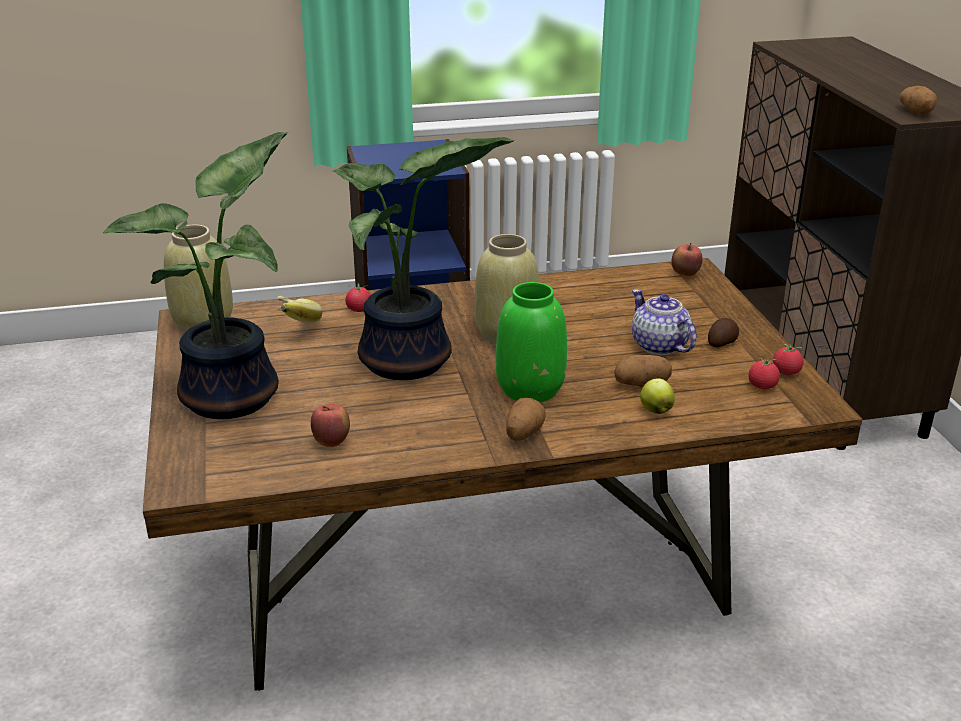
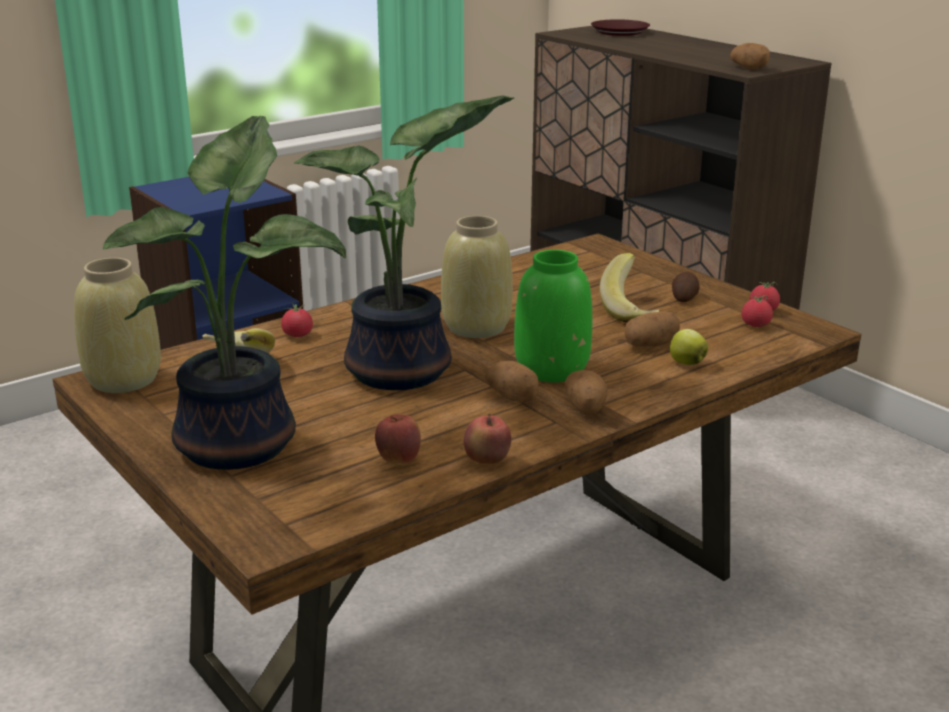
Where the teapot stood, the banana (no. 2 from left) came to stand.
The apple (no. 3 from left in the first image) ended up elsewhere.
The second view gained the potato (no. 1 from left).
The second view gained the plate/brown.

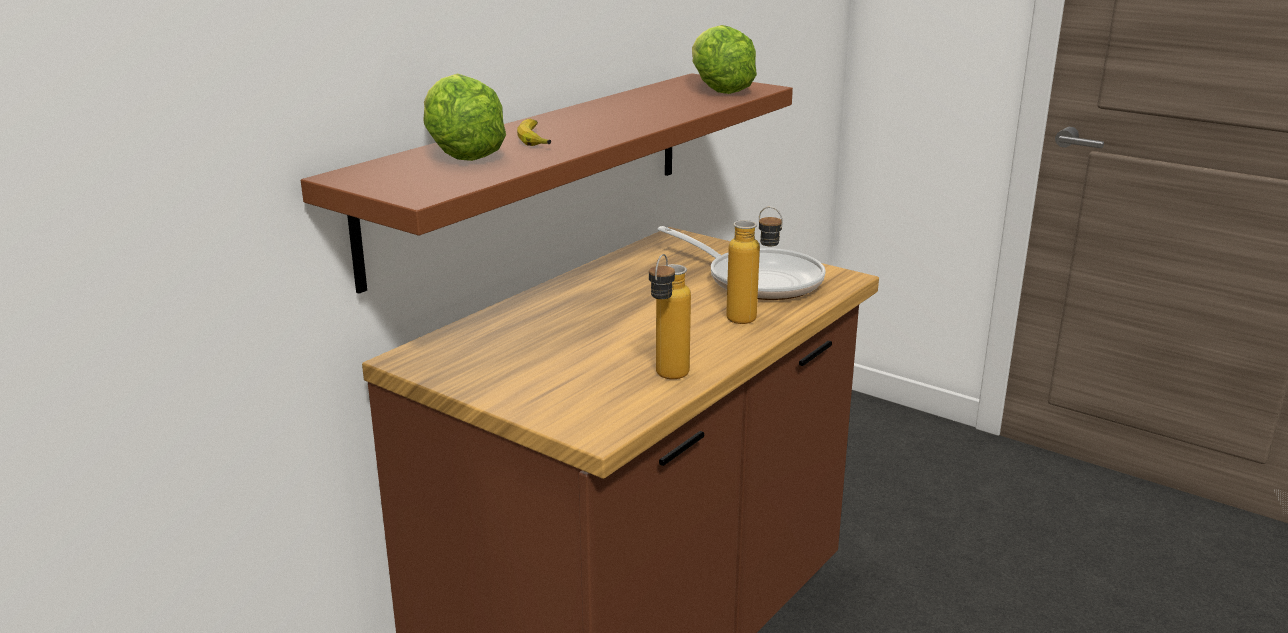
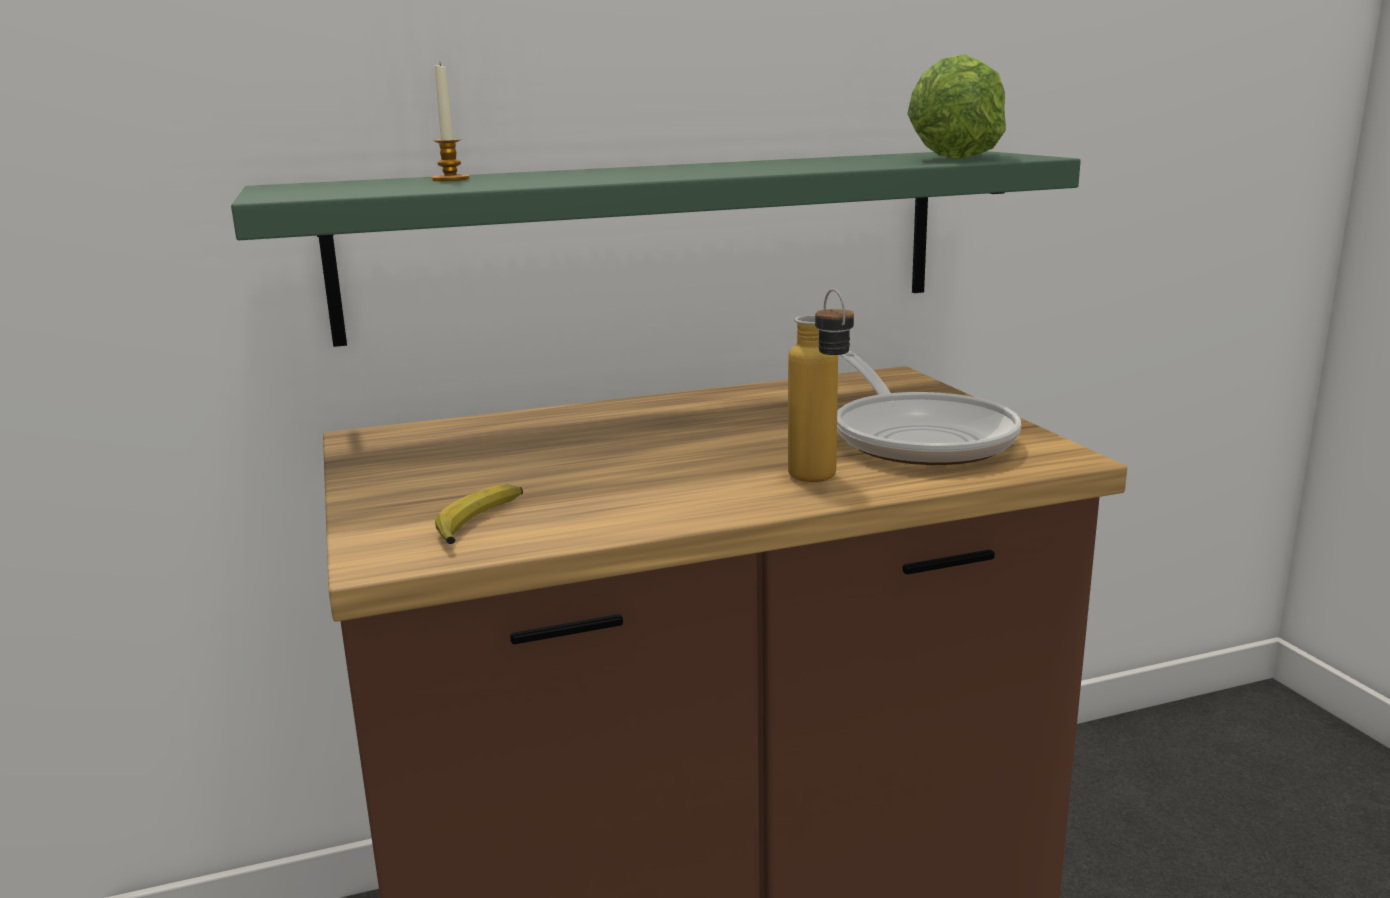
What was the shelf/brown turned into the shelf/green.
Where the lettuce (no. 1 from left) stood, the candle came to stand.
The banana ended up elsewhere.
The second view lost the bottle (no. 1 from left).

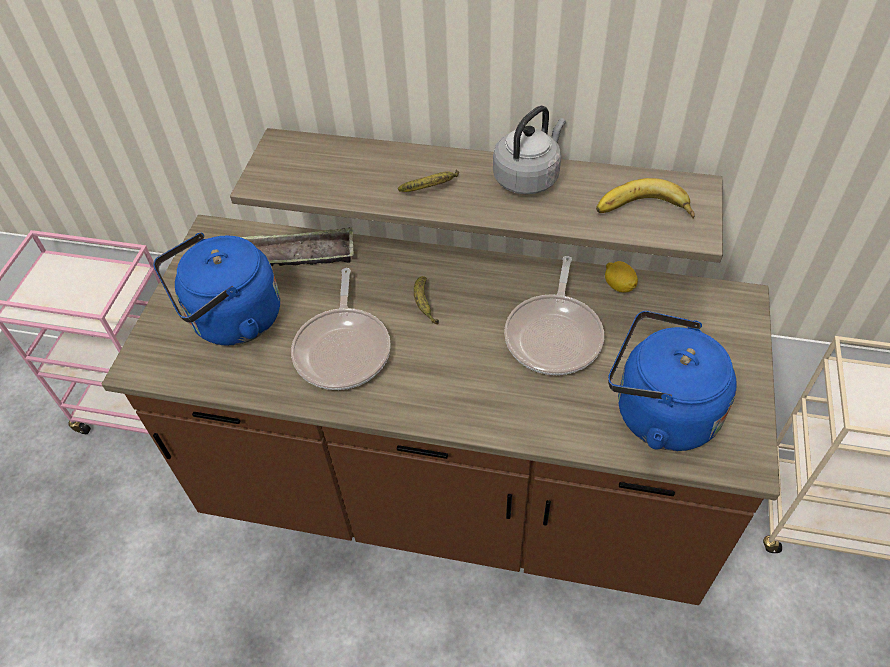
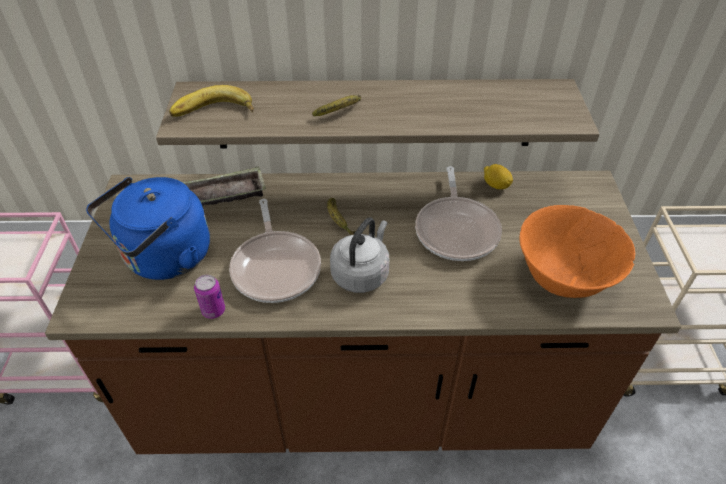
The kettle/grey ended up elsewhere.
The banana (no. 3 from left in the first image) ended up elsewhere.
Where the kettle/blue (no. 2 from left) stood, the bowl/orange came to stand.
The second view gained the can.

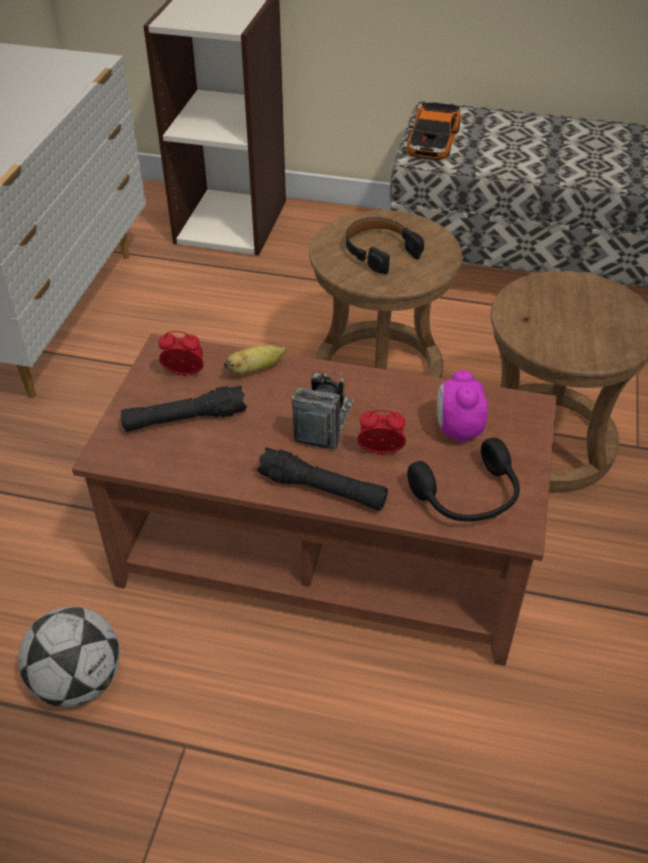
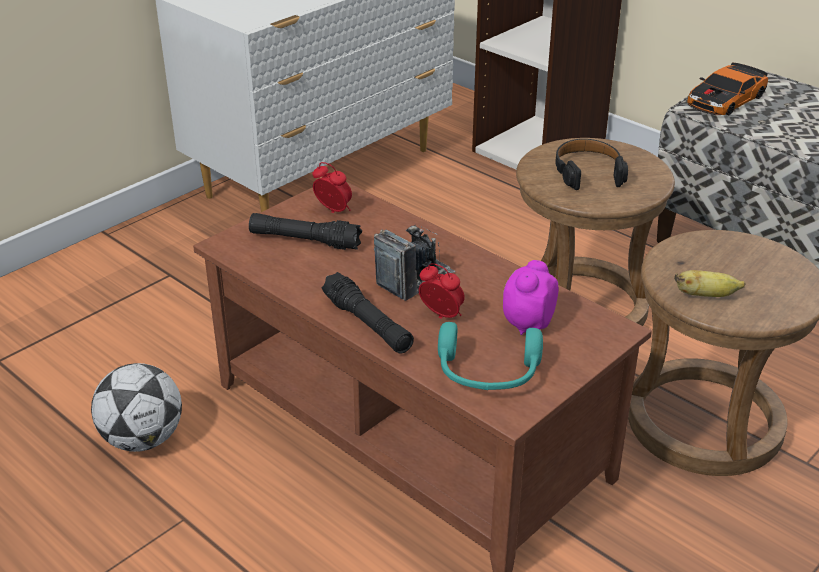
The banana ended up elsewhere.
What was the headphones/black (no. 2 from left) turned into the headphones/turquoise.

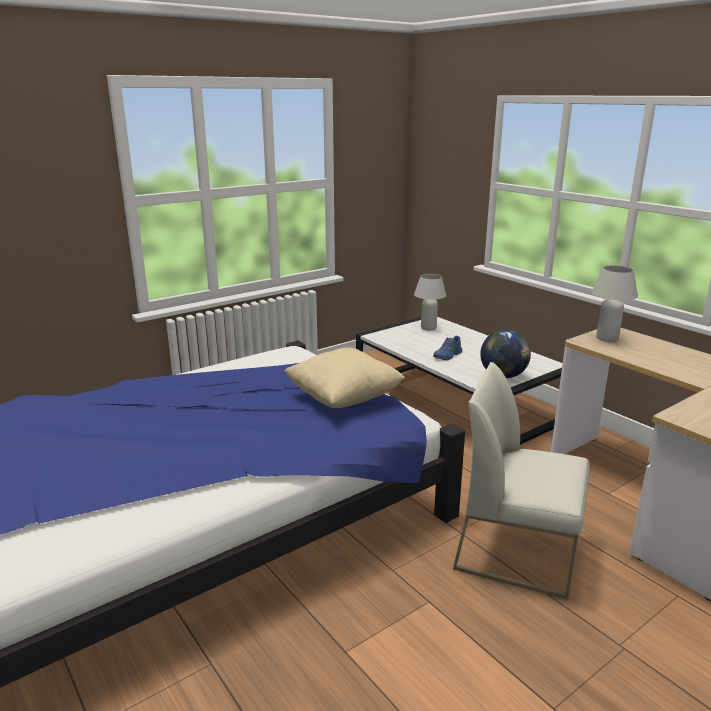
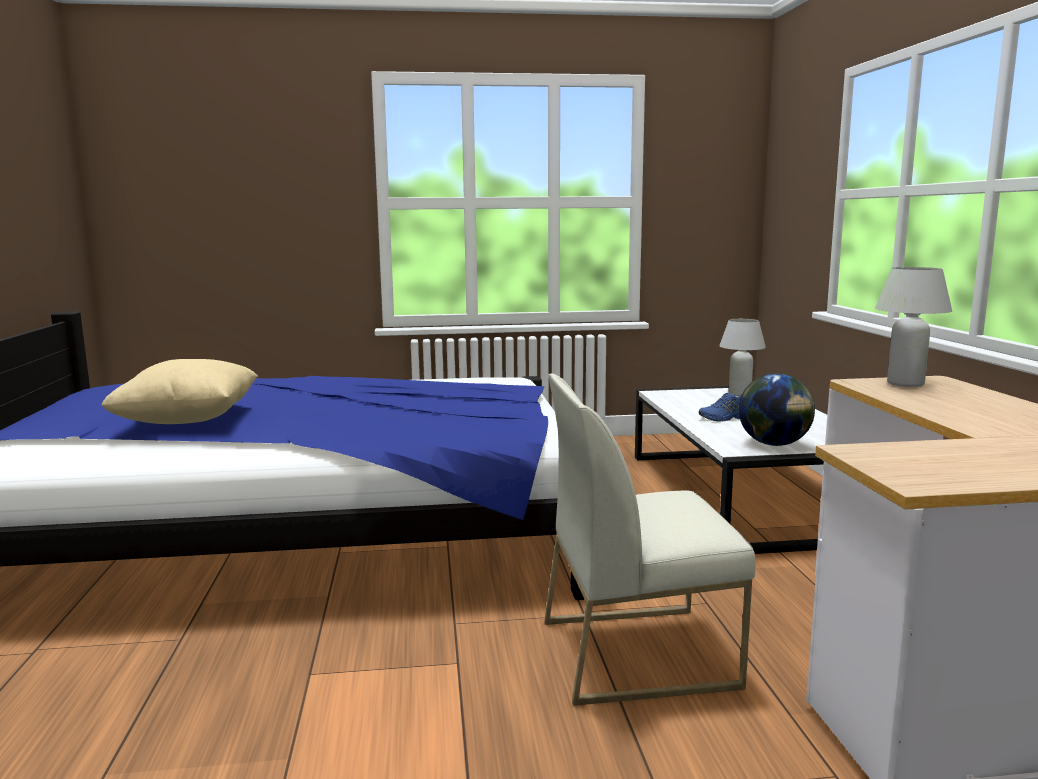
The pillow/beige ended up elsewhere.
The chair/white ended up facing another way, 60 degrees counterclockwise from before.

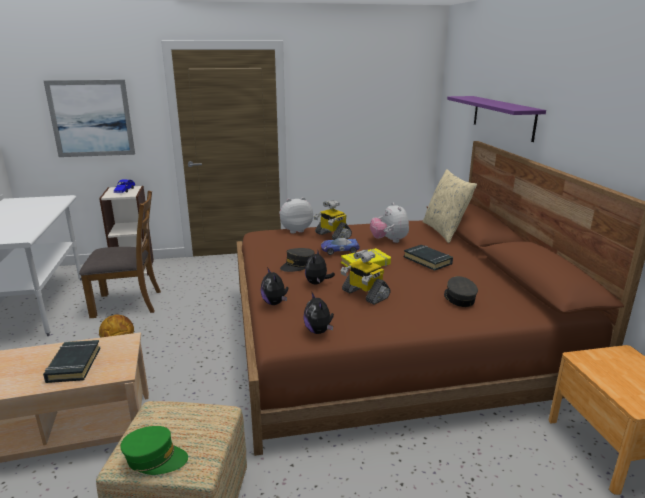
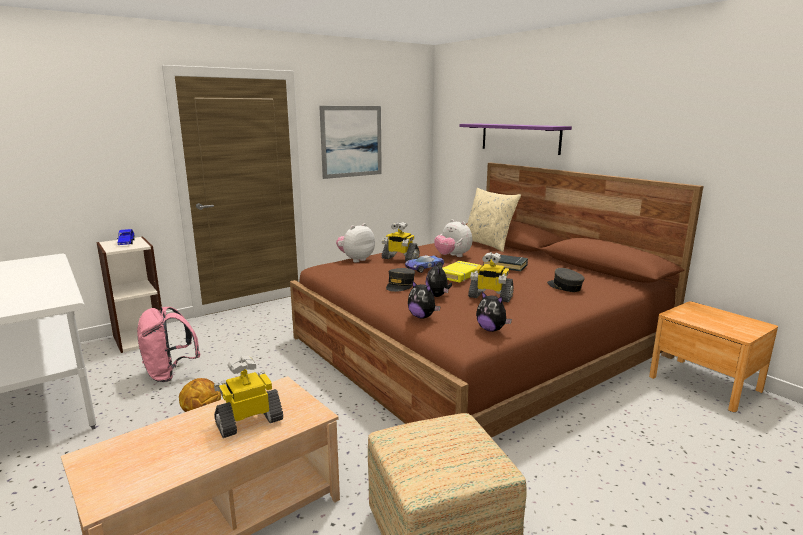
Where the book/black (no. 1 from left) stood, the toy robot (no. 1 from left) came to stand.
The picture ended up elsewhere.
Where the chair/brown stood, the backpack/pink came to stand.
The second view lost the cap/green.

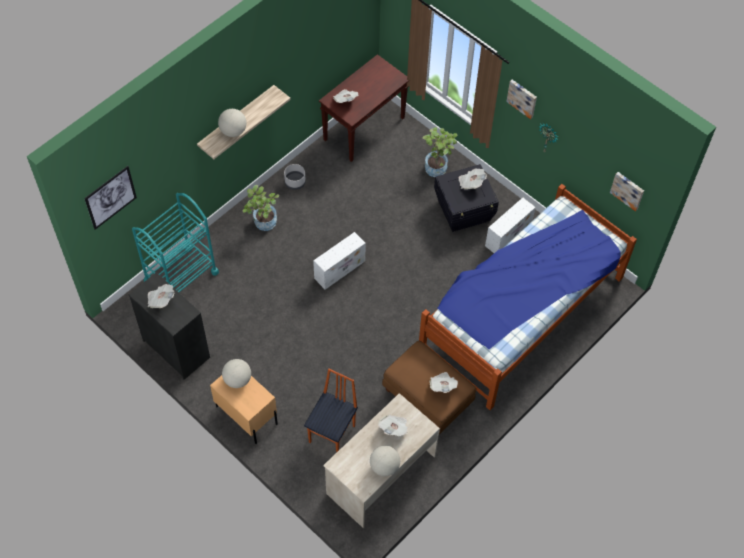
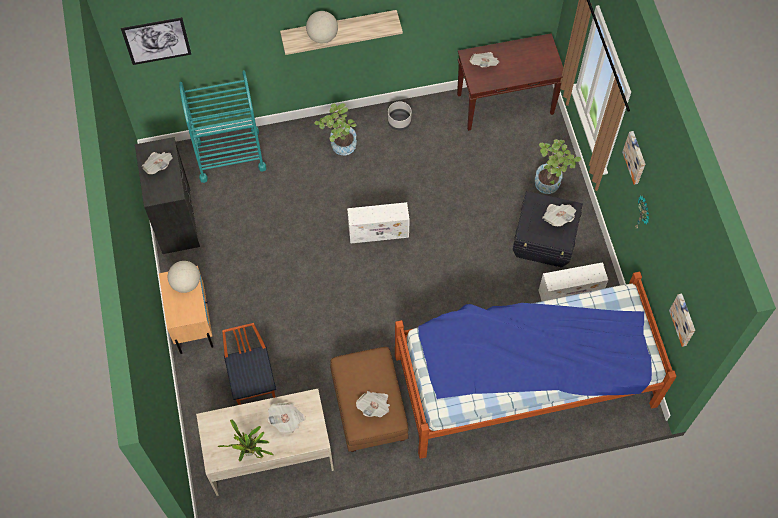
The chair ended up facing another way, 75 degrees counterclockwise from before.
Where the globe (no. 3 from left) stood, the potted plant (no. 1 from left) came to stand.

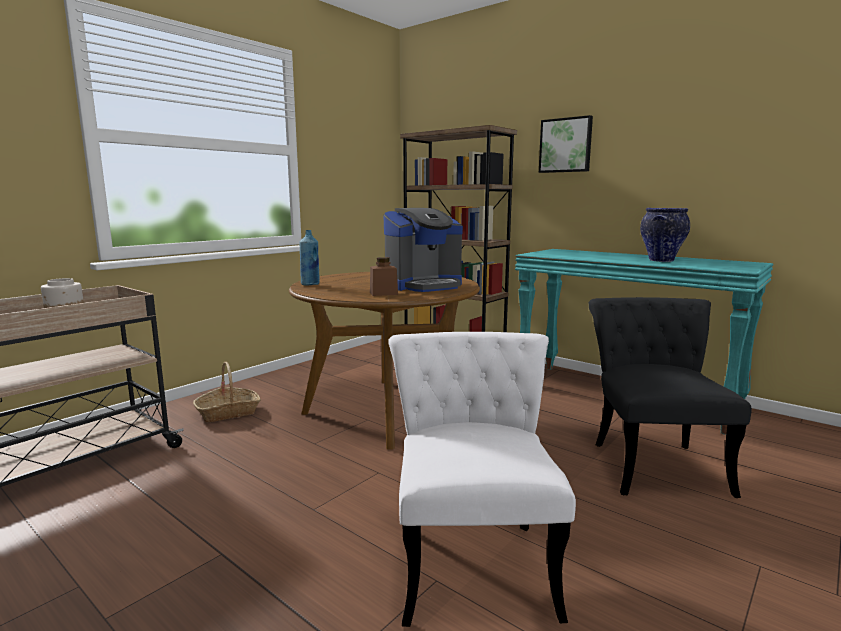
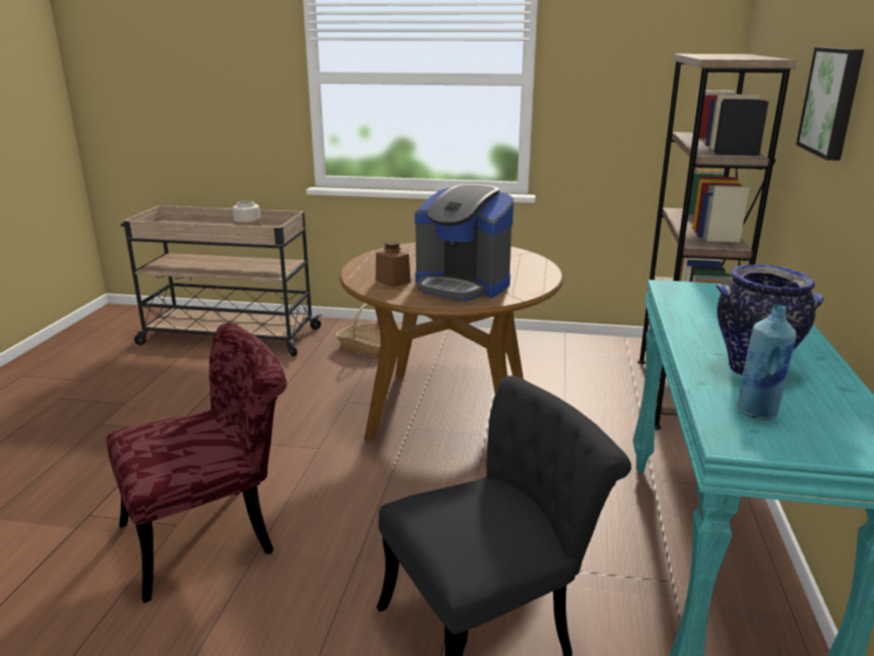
The bottle/blue ended up elsewhere.
What was the chair/white turned into the chair/red.

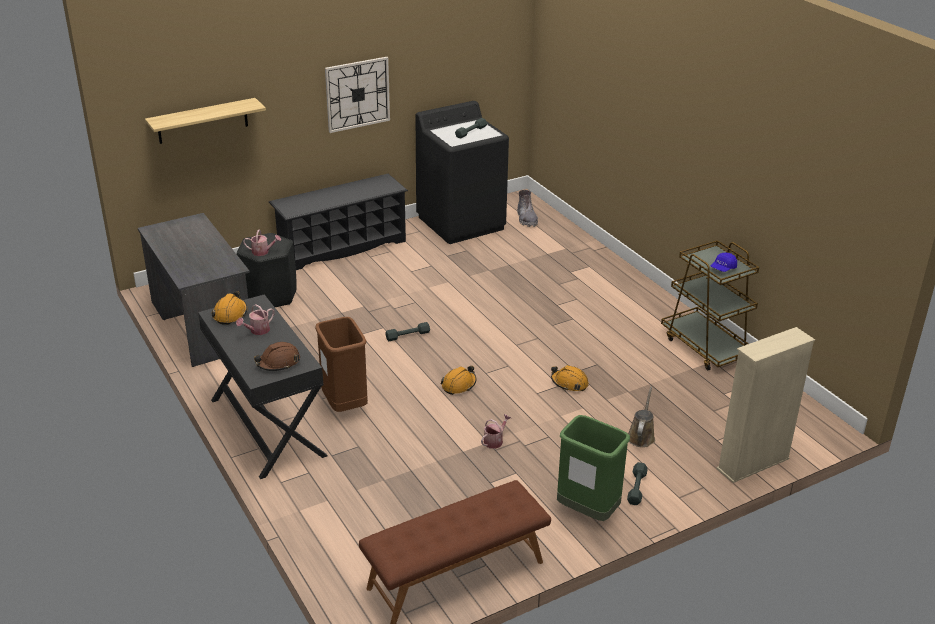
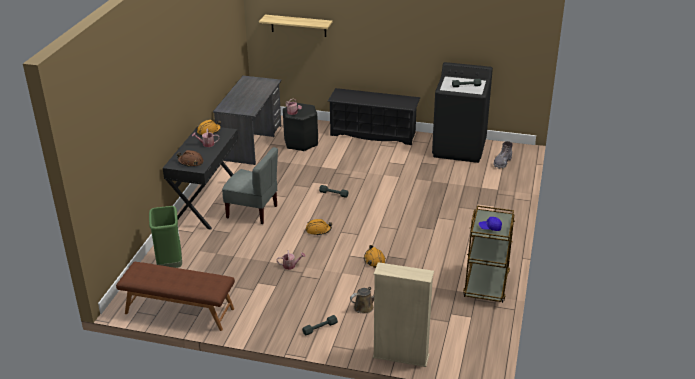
Where the trash can/brown stood, the chair/grey came to stand.
The second view lost the wall clock.
The trash can/green ended up elsewhere.

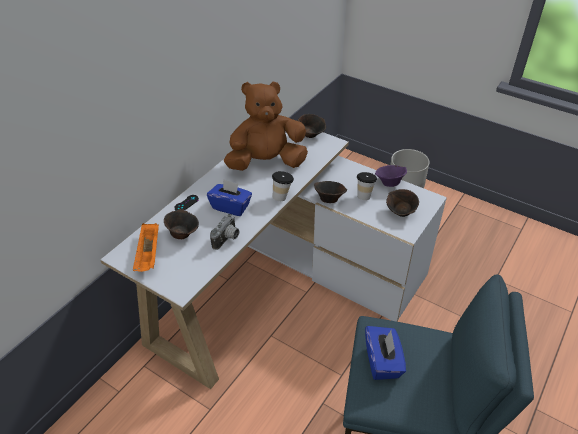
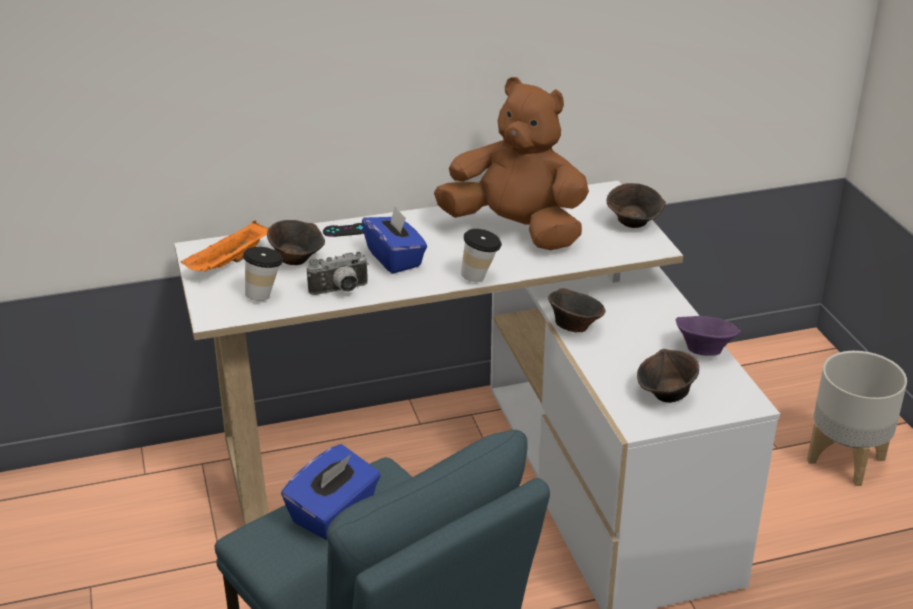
The cup (no. 2 from left in the first image) ended up elsewhere.

